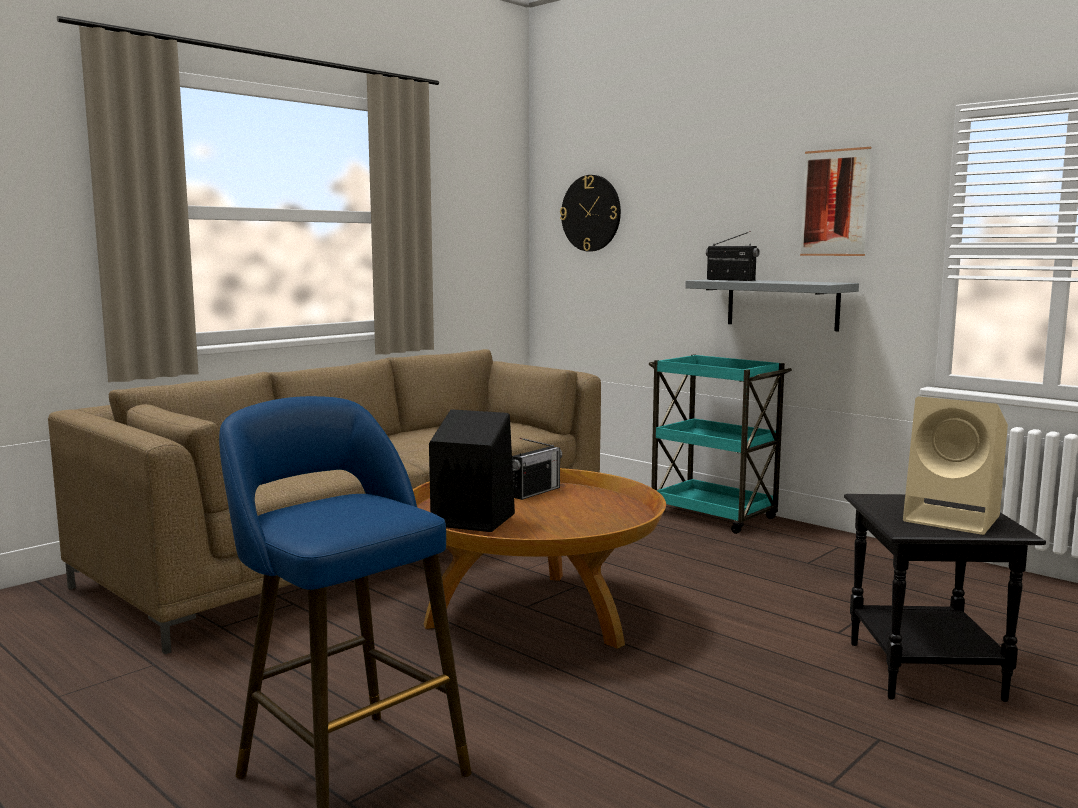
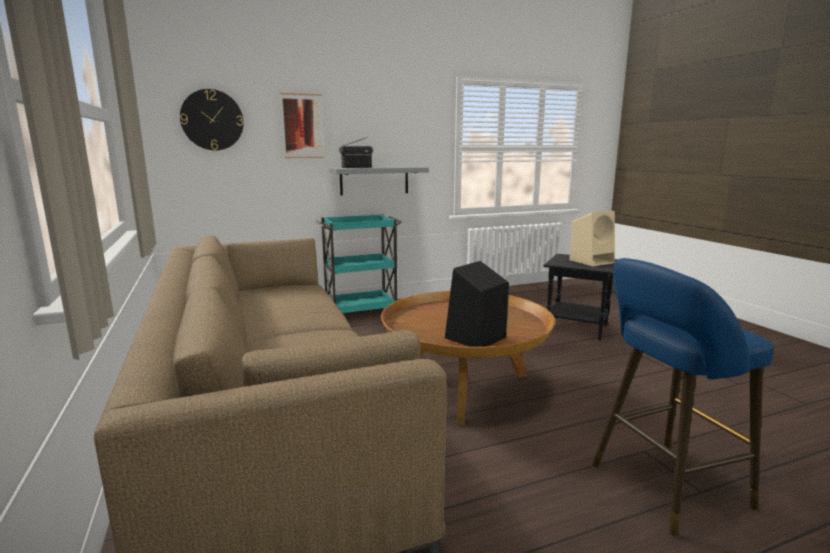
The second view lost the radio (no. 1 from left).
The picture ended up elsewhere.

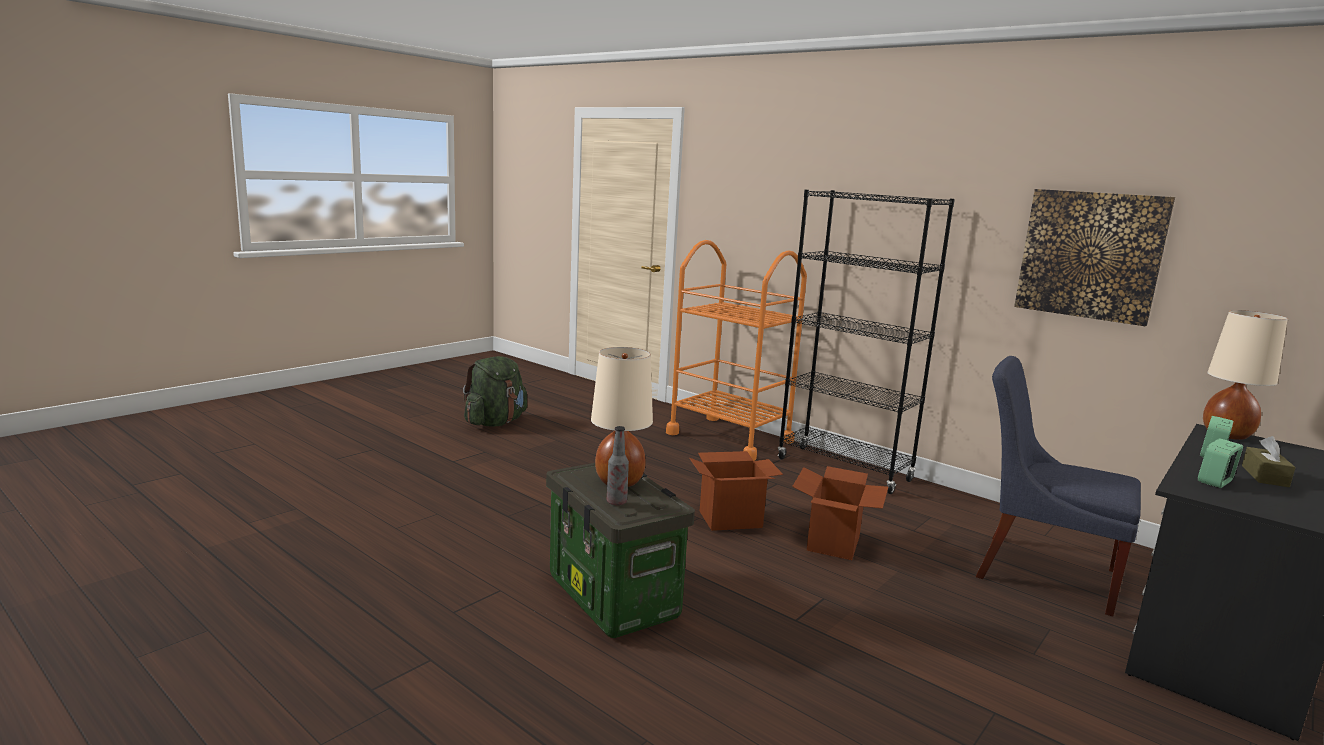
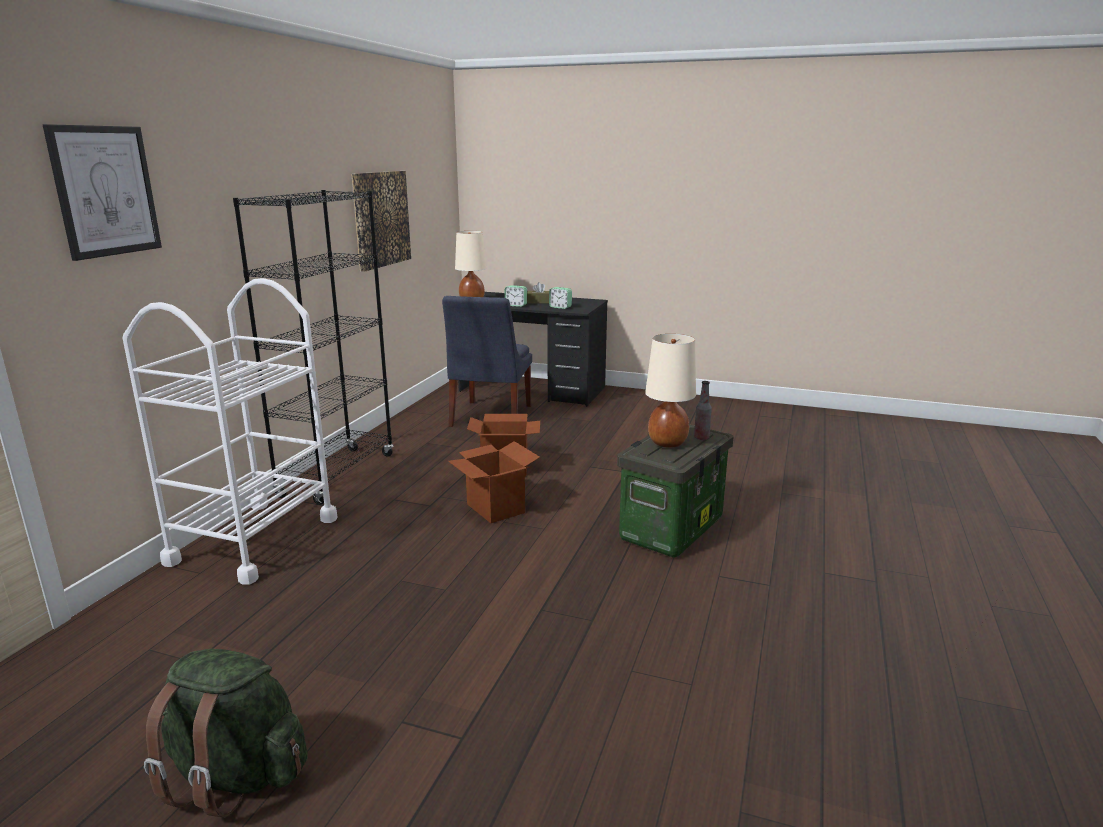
What was the cart/orange turned into the cart/white.
The second view gained the picture (no. 1 from left).

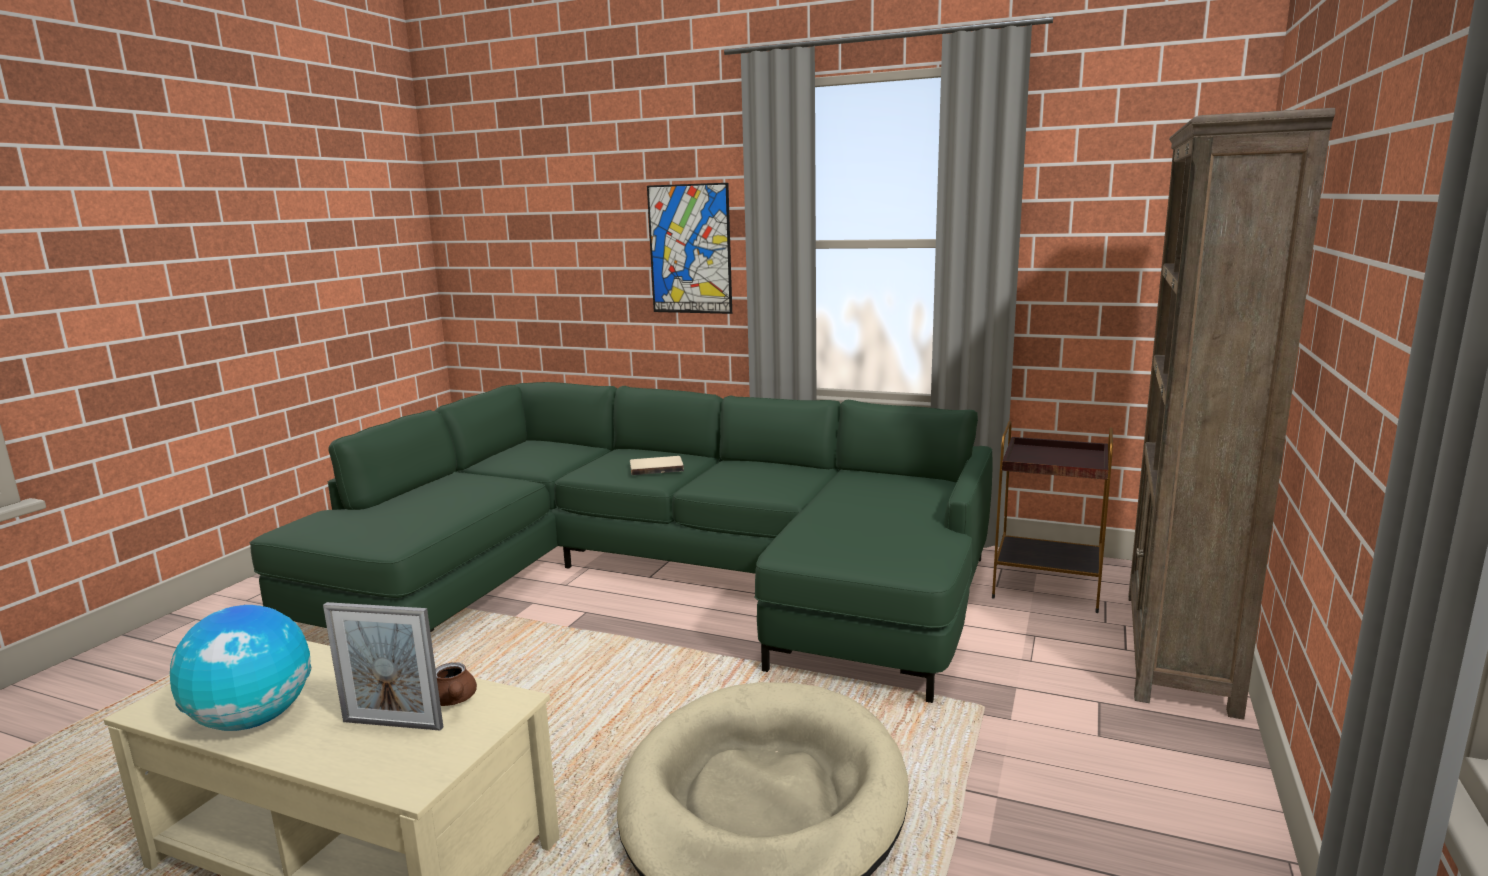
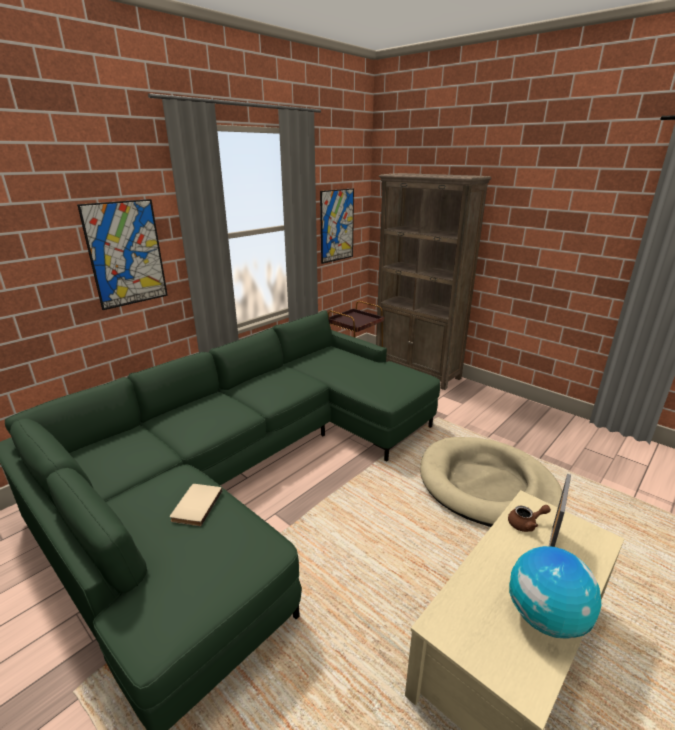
The book/beige ended up elsewhere.
The second view gained the picture (no. 2 from left).

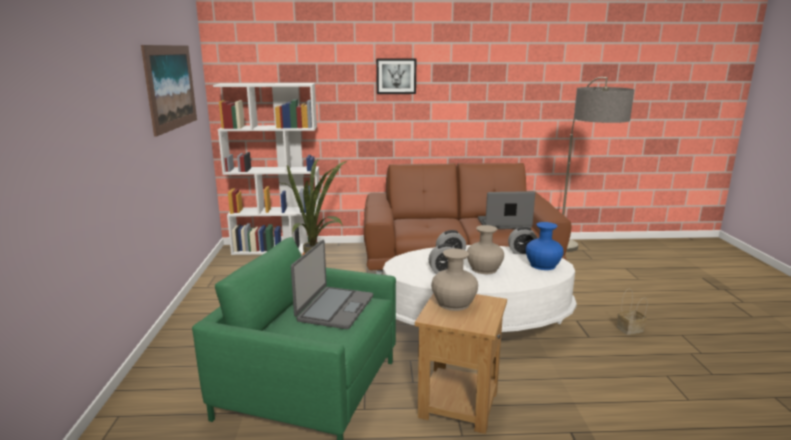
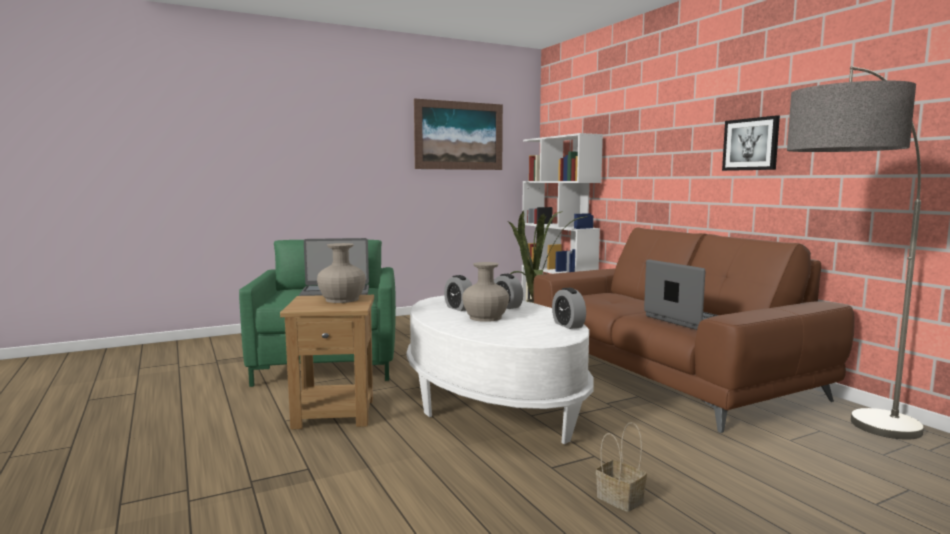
The picture (no. 2 from left) ended up elsewhere.
The second view lost the vase/blue.

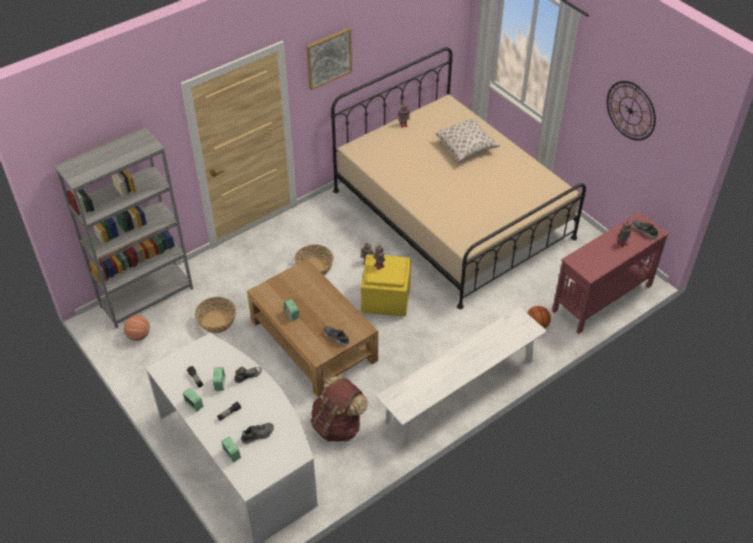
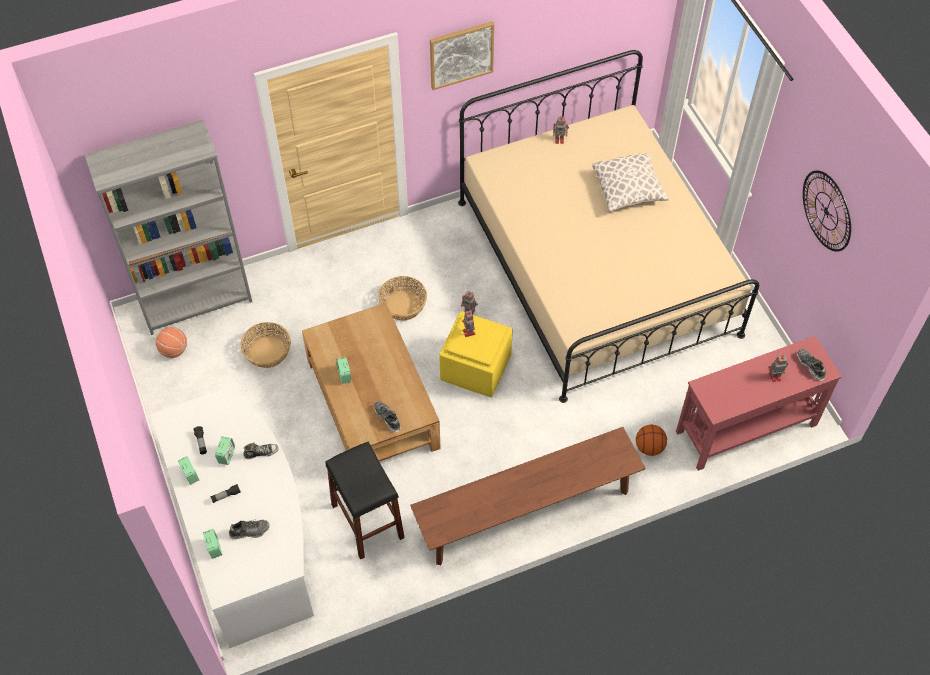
Where the backpack/brown stood, the stool/black came to stand.
What was the bench/white turned into the bench/brown.

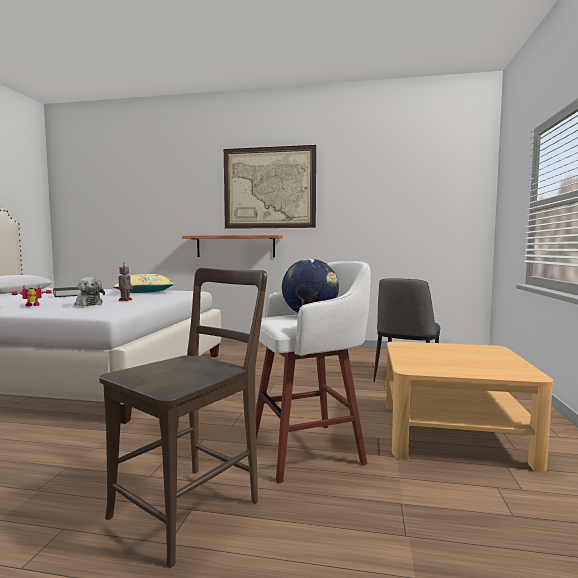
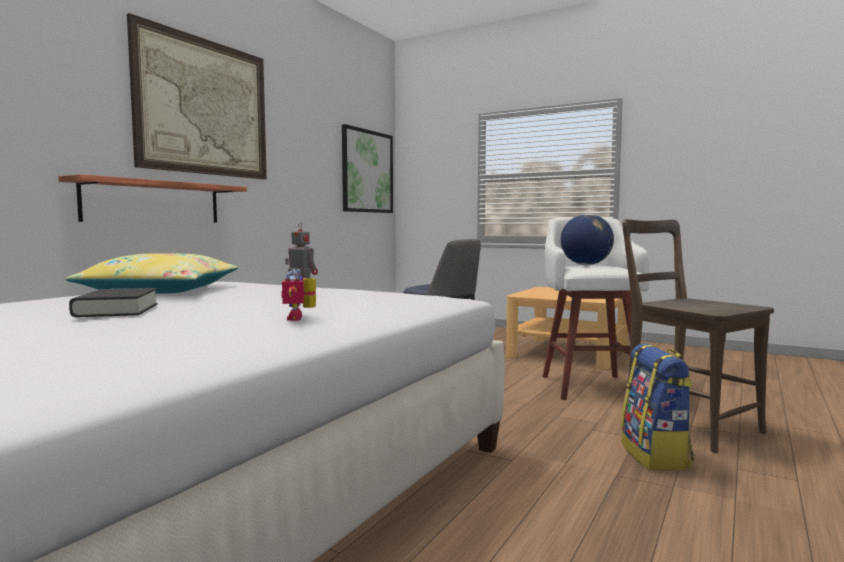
The second view lost the plush toy.
The second view gained the picture (no. 2 from left).
The second view gained the backpack.

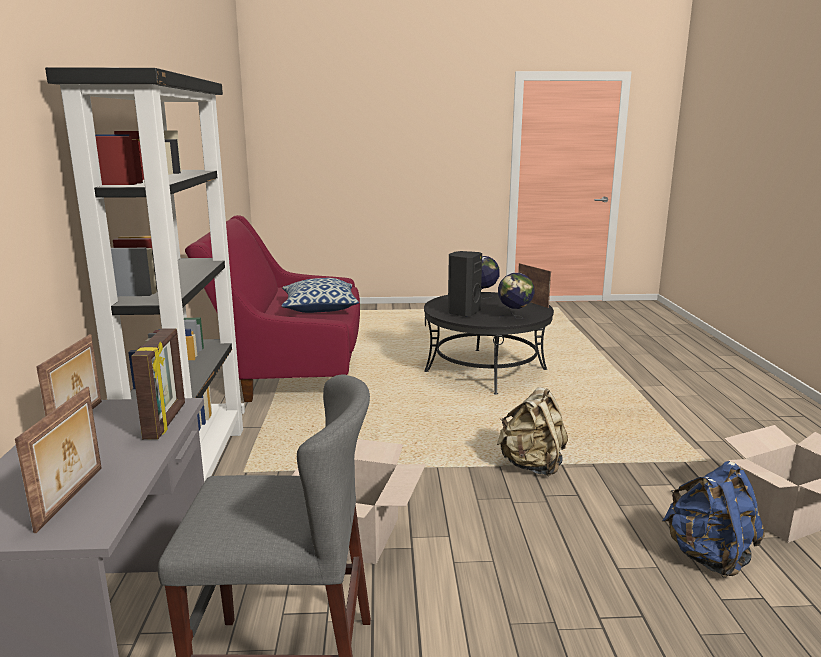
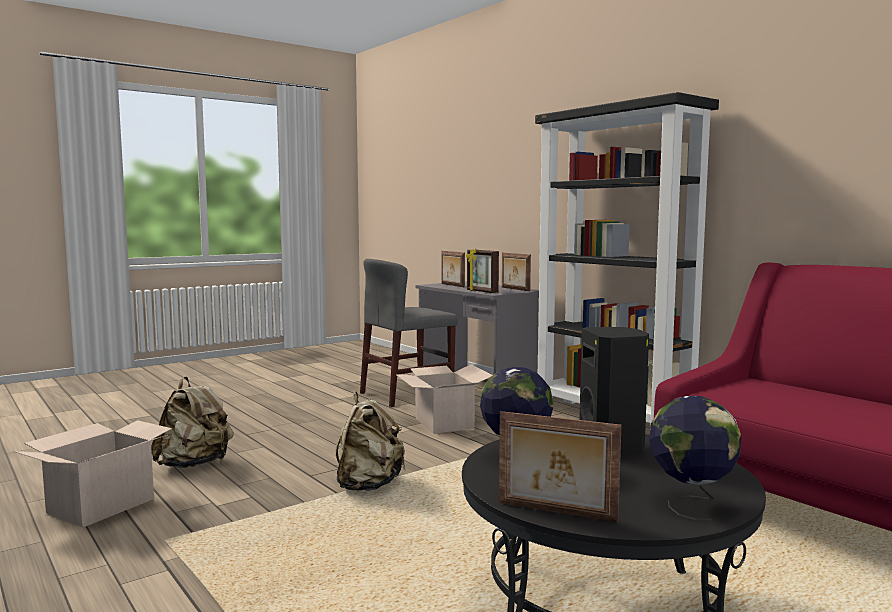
The second view lost the pillow.
What was the backpack/blue turned into the backpack/beige (no. 1 from left).

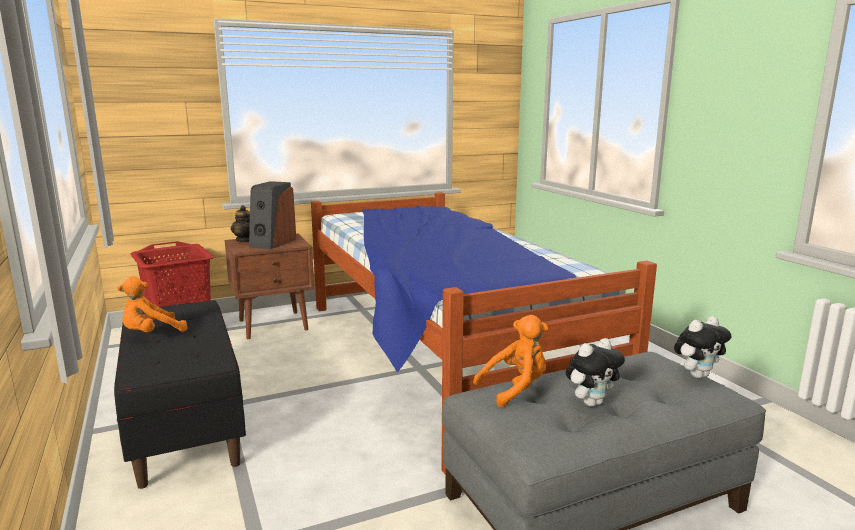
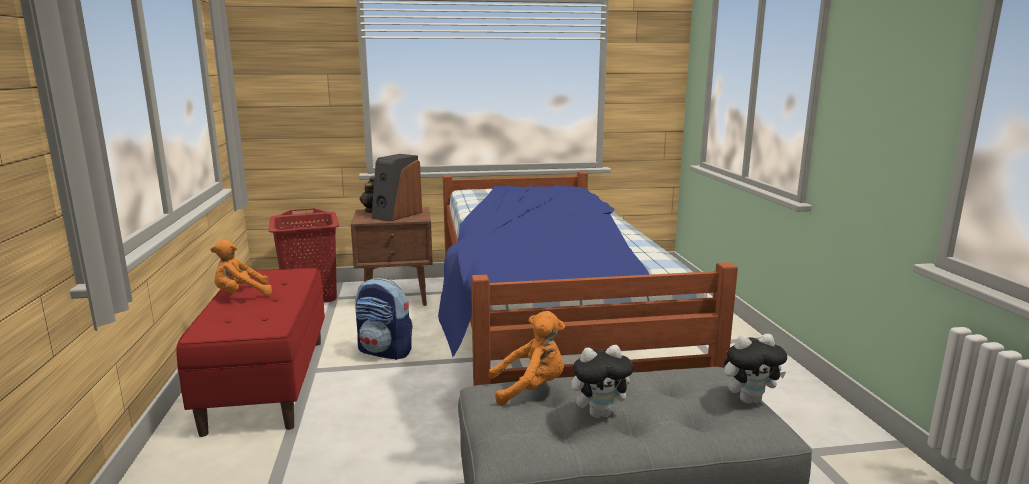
What was the bench/black turned into the bench/red.
The second view gained the backpack.

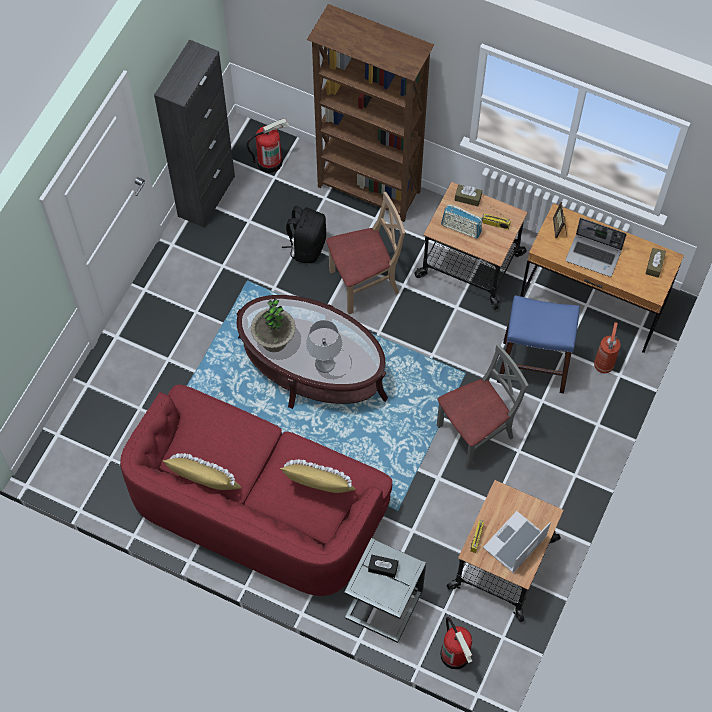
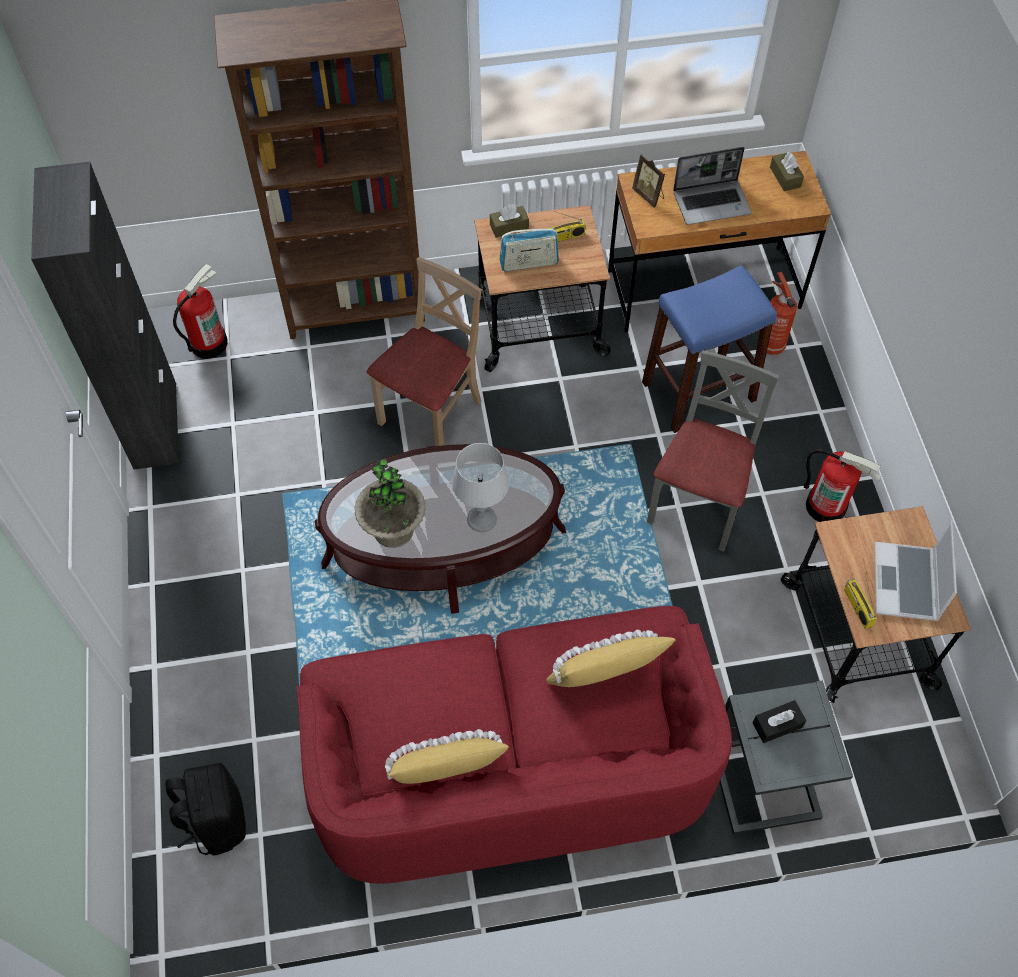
The backpack/black ended up elsewhere.
The fire extinguisher (no. 2 from left in the first image) ended up elsewhere.

